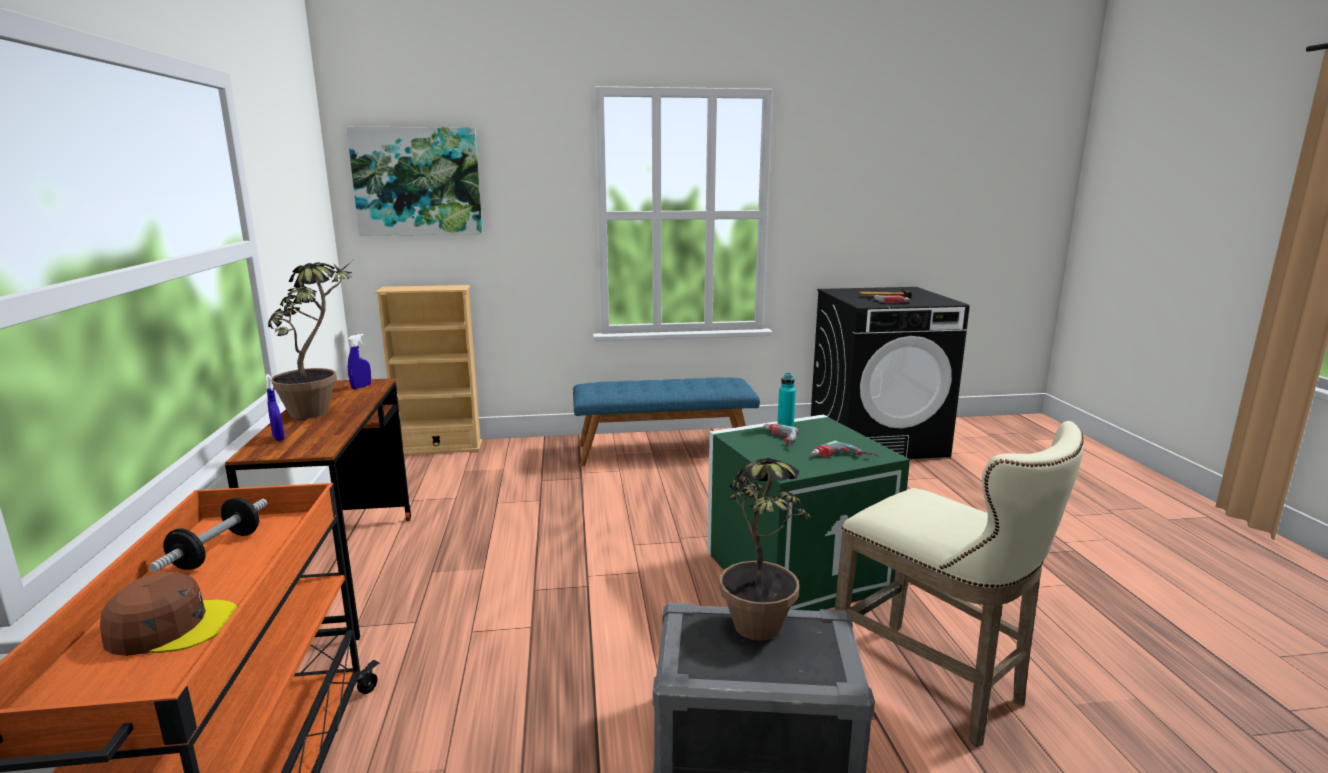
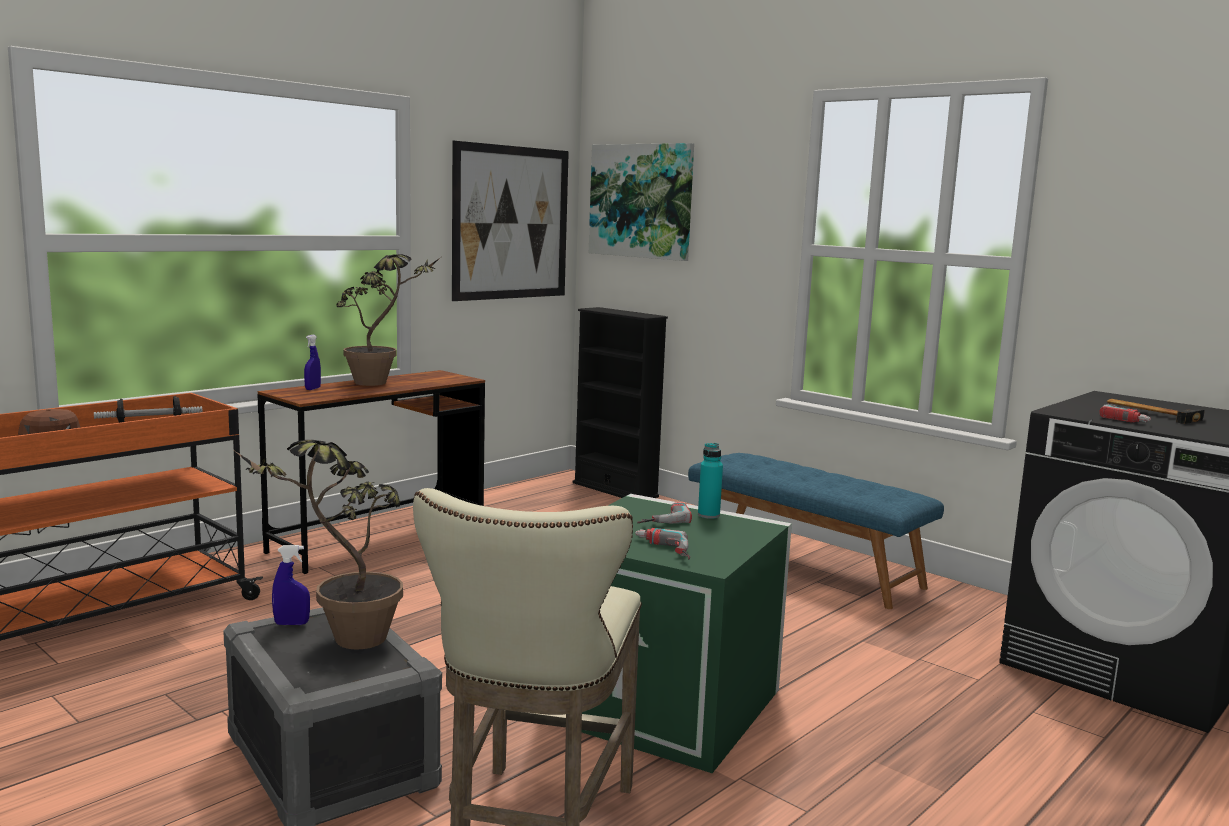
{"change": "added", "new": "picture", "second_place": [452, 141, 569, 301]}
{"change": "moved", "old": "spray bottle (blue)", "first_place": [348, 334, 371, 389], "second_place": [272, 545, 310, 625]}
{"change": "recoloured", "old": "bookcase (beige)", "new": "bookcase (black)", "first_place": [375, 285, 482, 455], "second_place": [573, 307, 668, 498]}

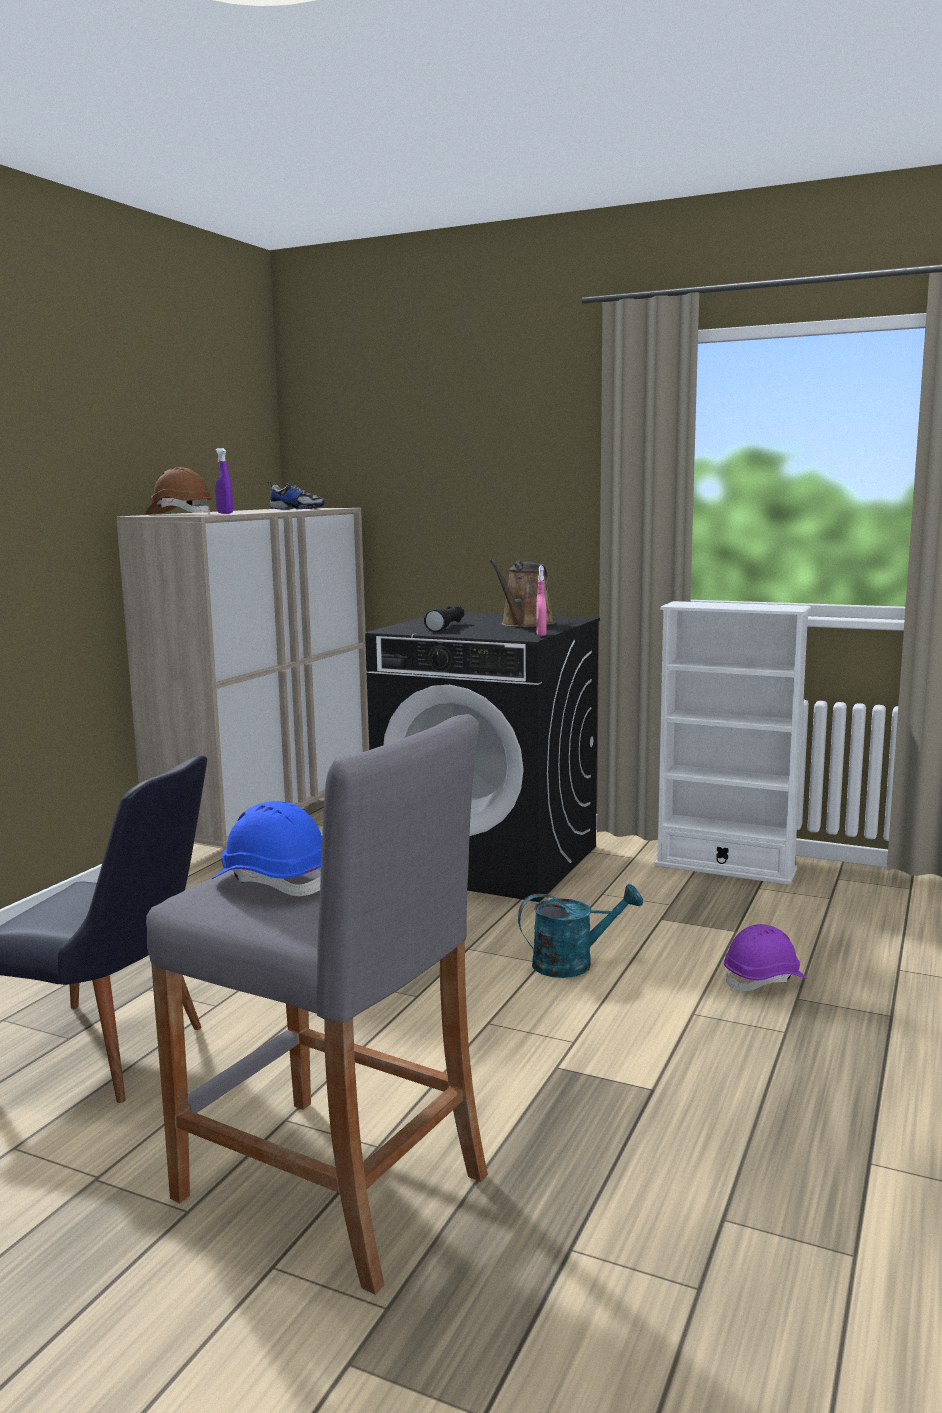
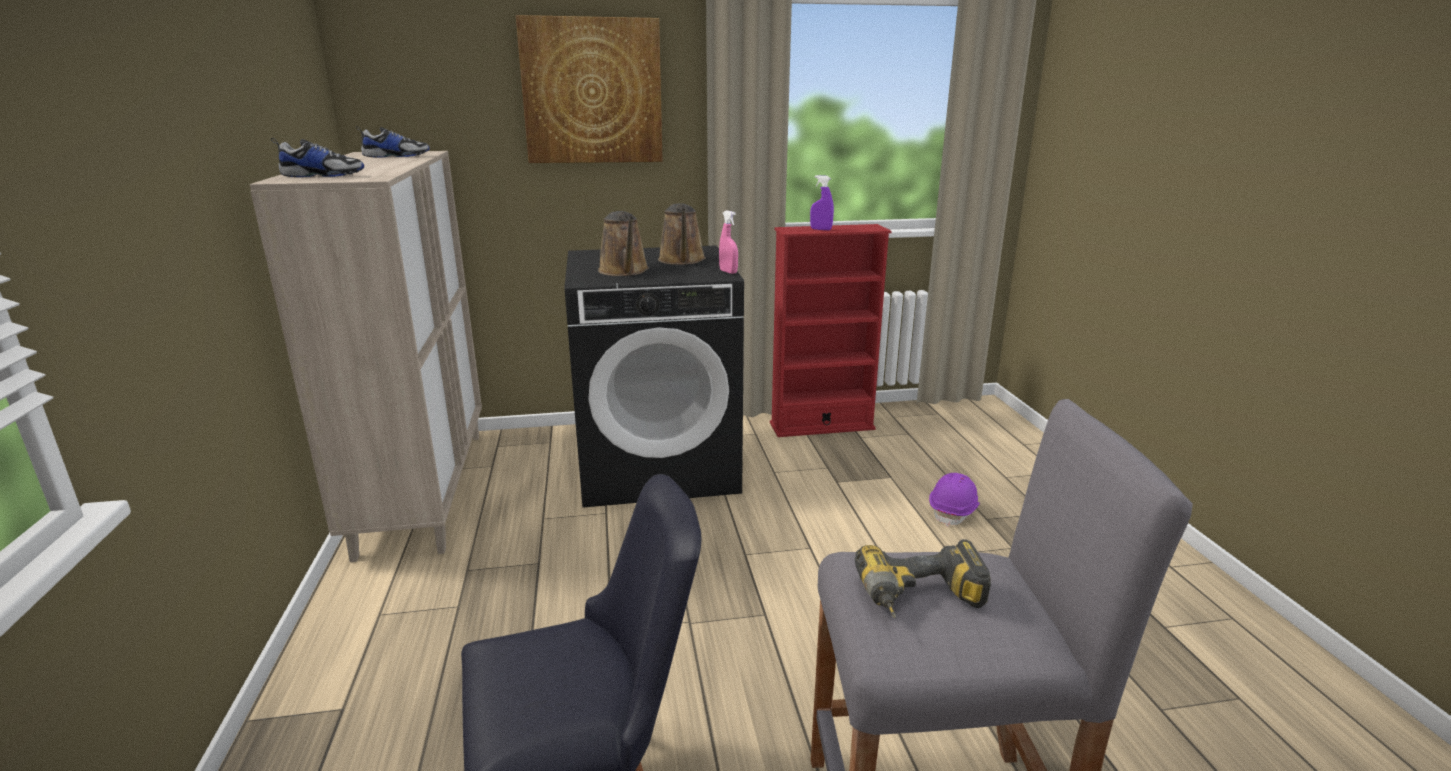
{"change": "removed", "old": "watering can (turquoise)", "first_place": [518, 884, 643, 978]}
{"change": "added", "new": "picture", "second_place": [516, 15, 663, 163]}
{"change": "moved", "old": "spray bottle (purple)", "first_place": [215, 448, 233, 514], "second_place": [810, 175, 834, 230]}
{"change": "replaced", "old": "hard hat (brown)", "new": "shoe", "first_place": [145, 467, 212, 514], "second_place": [271, 138, 364, 177]}
{"change": "replaced", "old": "hard hat (blue)", "new": "power drill", "first_place": [212, 801, 322, 896], "second_place": [855, 539, 991, 618]}
{"change": "replaced", "old": "flashlight (black)", "new": "watering can (brown)", "first_place": [424, 606, 464, 632], "second_place": [598, 211, 649, 276]}
{"change": "recoloured", "old": "bookcase (white)", "new": "bookcase (red)", "first_place": [654, 601, 811, 885], "second_place": [770, 224, 892, 437]}

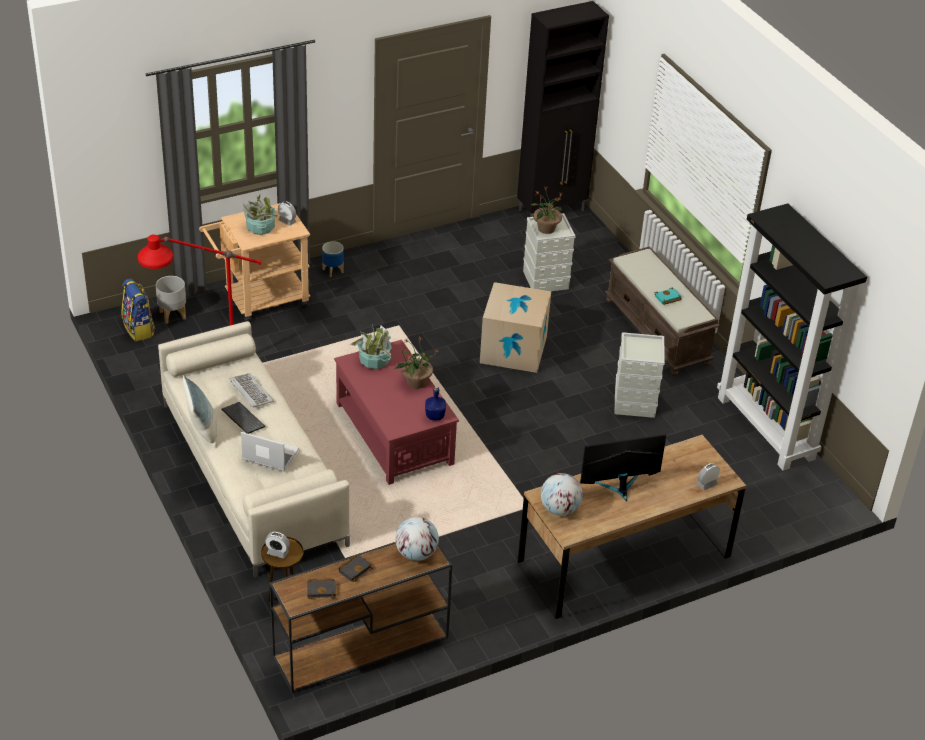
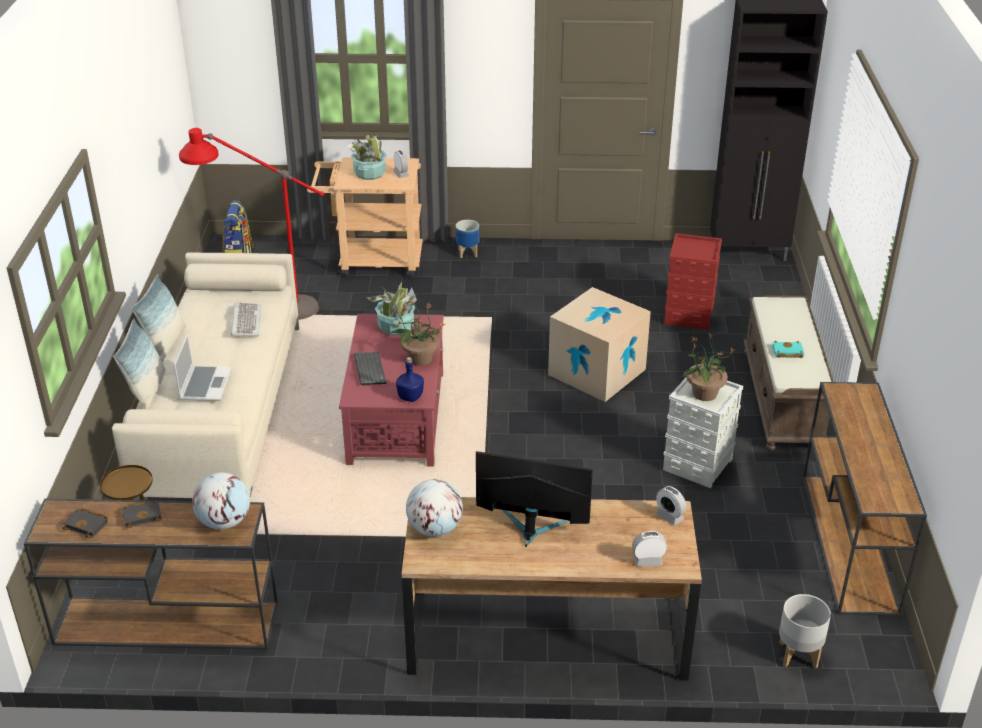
{"change": "added", "new": "pillow", "second_place": [113, 319, 165, 409]}
{"change": "moved", "old": "planter (grey)", "first_place": [156, 276, 186, 324], "second_place": [779, 594, 831, 668]}
{"change": "moved", "old": "keyboard", "first_place": [221, 402, 265, 434], "second_place": [354, 352, 386, 385]}
{"change": "moved", "old": "alarm clock", "first_place": [265, 532, 290, 559], "second_place": [655, 486, 686, 526]}
{"change": "moved", "old": "potted plant", "first_place": [531, 187, 563, 234], "second_place": [682, 334, 734, 401]}
{"change": "replaced", "old": "bookcase (black)", "new": "console table (brown)", "first_place": [717, 203, 867, 471], "second_place": [803, 382, 927, 616]}
{"change": "recoloured", "old": "storage box (grey)", "new": "storage box (red)", "first_place": [523, 213, 575, 291], "second_place": [664, 233, 722, 330]}
{"change": "turned", "old": "laptop", "first_place": [241, 432, 299, 471], "second_place": [174, 333, 232, 401], "degrees": 45}

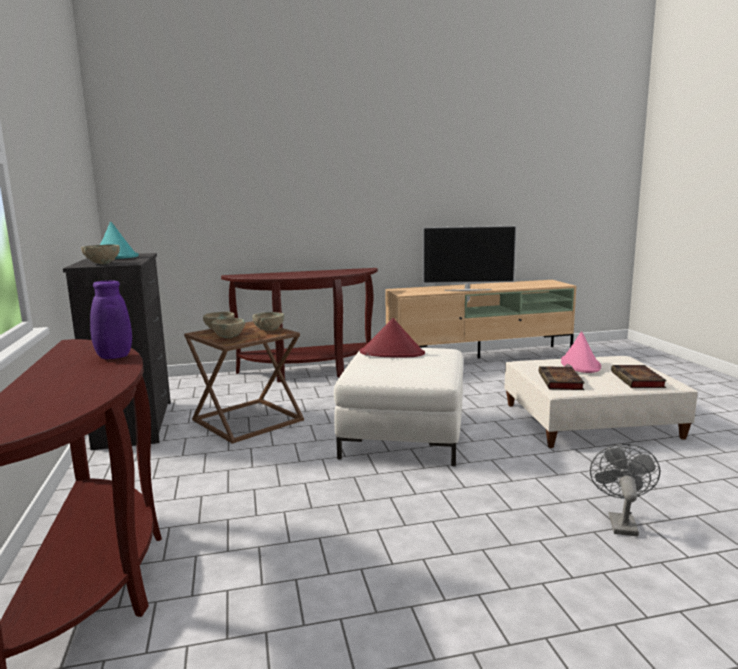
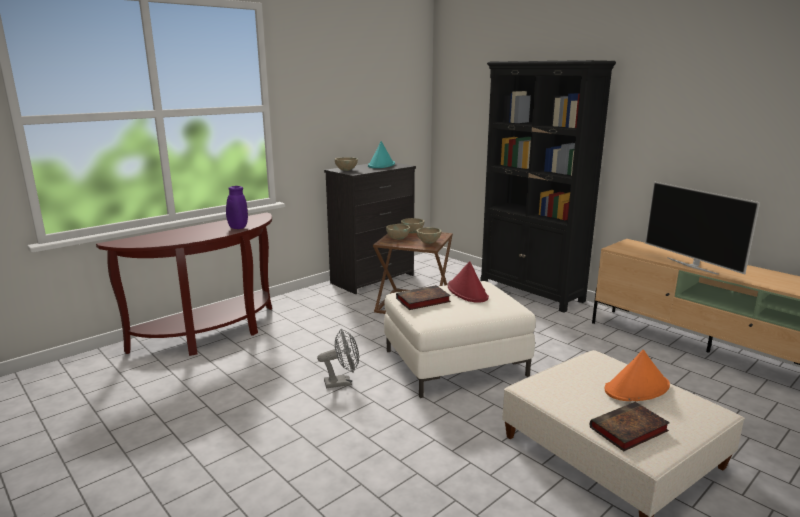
{"change": "moved", "old": "book", "first_place": [539, 366, 585, 390], "second_place": [396, 285, 451, 310]}
{"change": "moved", "old": "fan (grey)", "first_place": [590, 444, 660, 537], "second_place": [317, 329, 359, 388]}
{"change": "replaced", "old": "console table (brown)", "new": "bookcase (black)", "first_place": [221, 268, 378, 382], "second_place": [480, 60, 616, 313]}
{"change": "recoloured", "old": "hat (pink)", "new": "hat (orange)", "first_place": [561, 331, 601, 373], "second_place": [605, 350, 670, 401]}

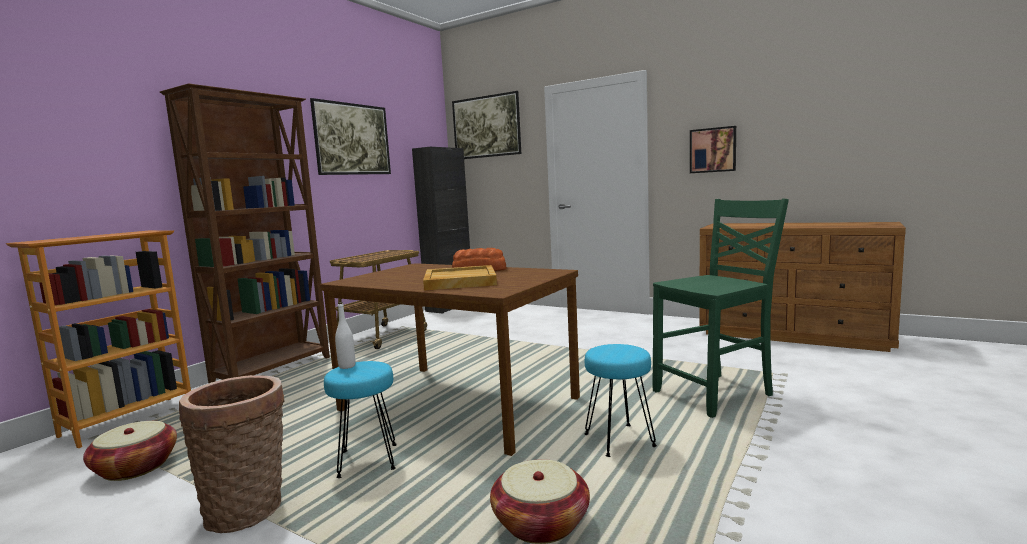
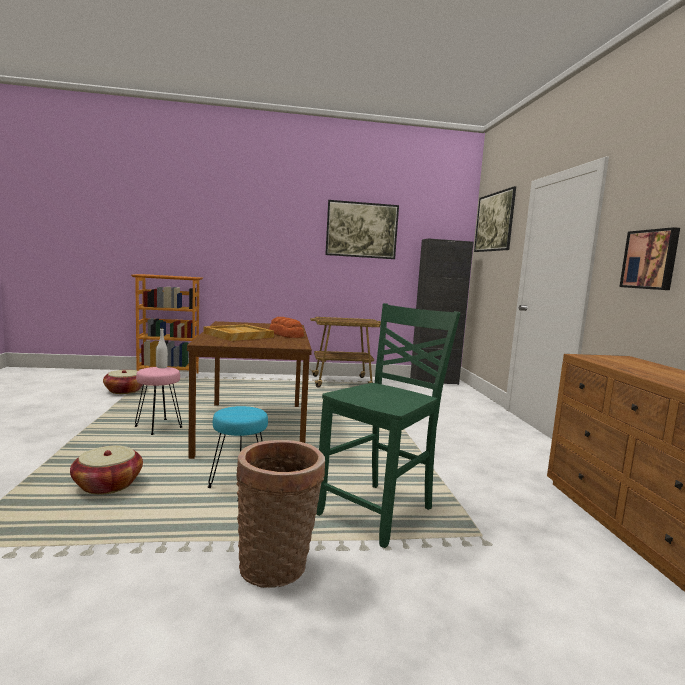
{"change": "removed", "old": "bookcase (brown)", "first_place": [160, 83, 330, 384]}
{"change": "moved", "old": "basket", "first_place": [179, 375, 285, 533], "second_place": [236, 440, 325, 588]}
{"change": "recoloured", "old": "stool (turquoise)", "new": "stool (pink)", "first_place": [324, 361, 397, 478], "second_place": [135, 367, 182, 435]}
{"change": "turned", "old": "chair (green)", "first_place": [653, 198, 789, 418], "second_place": [316, 303, 460, 548], "degrees": -75}

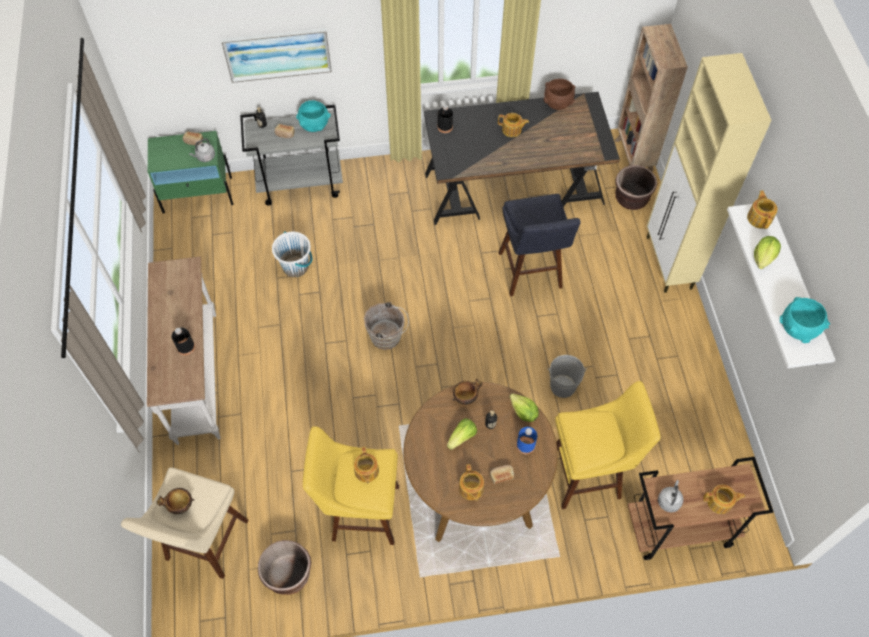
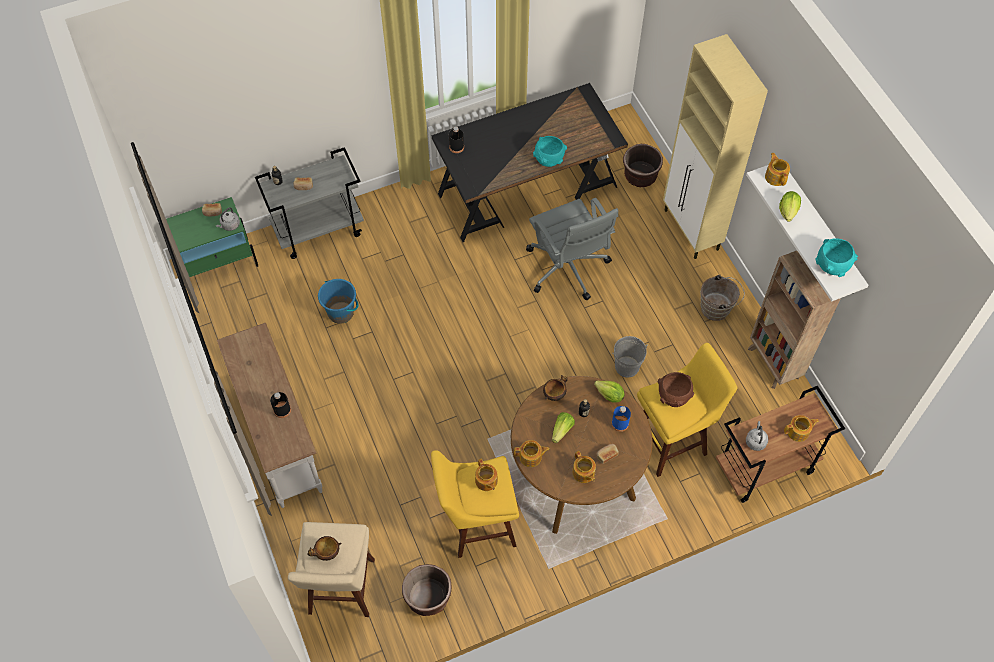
{"change": "removed", "old": "picture", "first_place": [221, 28, 332, 83]}
{"change": "moved", "old": "bowl (turquoise)", "first_place": [296, 100, 331, 132], "second_place": [533, 136, 567, 167]}
{"change": "moved", "old": "bucket (brown)", "first_place": [364, 302, 409, 350], "second_place": [700, 275, 745, 321]}
{"change": "moved", "old": "teapot", "first_place": [498, 113, 529, 137], "second_place": [514, 440, 550, 467]}
{"change": "moved", "old": "bowl (brown)", "first_place": [544, 79, 575, 110], "second_place": [658, 372, 694, 407]}
{"change": "moved", "old": "bookcase (brown)", "first_place": [615, 24, 688, 172], "second_place": [748, 251, 841, 389]}
{"change": "replaced", "old": "stool (blue)", "new": "office chair (grey)", "first_place": [498, 194, 581, 296], "second_place": [526, 198, 618, 300]}
{"change": "recoloured", "old": "bucket (white)", "new": "bucket (blue)", "first_place": [272, 231, 312, 277], "second_place": [318, 279, 358, 324]}

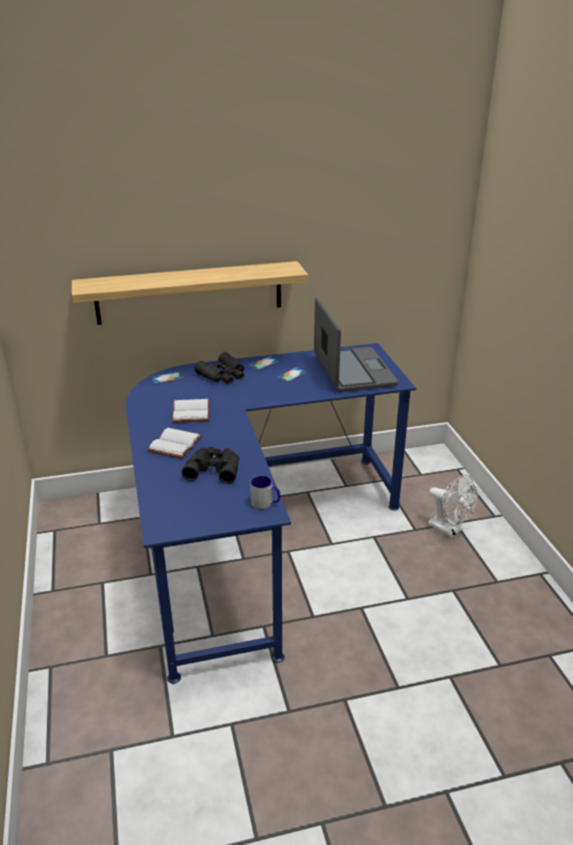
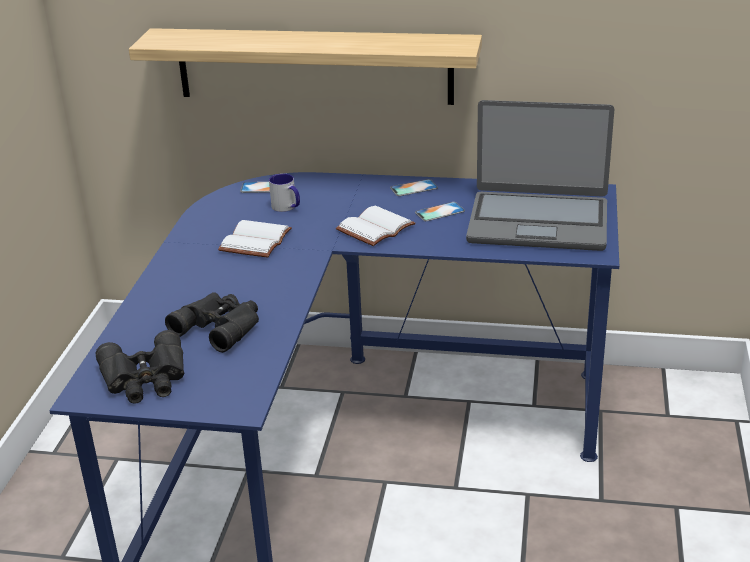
{"change": "removed", "old": "fan (white)", "first_place": [428, 475, 478, 538]}
{"change": "moved", "old": "book (white)", "first_place": [147, 428, 203, 459], "second_place": [336, 205, 415, 246]}
{"change": "moved", "old": "binoculars (black)", "first_place": [194, 352, 245, 384], "second_place": [96, 330, 184, 404]}
{"change": "moved", "old": "mug", "first_place": [250, 476, 280, 509], "second_place": [269, 174, 300, 212]}
{"change": "turned", "old": "laptop", "first_place": [314, 297, 399, 392], "second_place": [466, 100, 614, 251], "degrees": 90}

